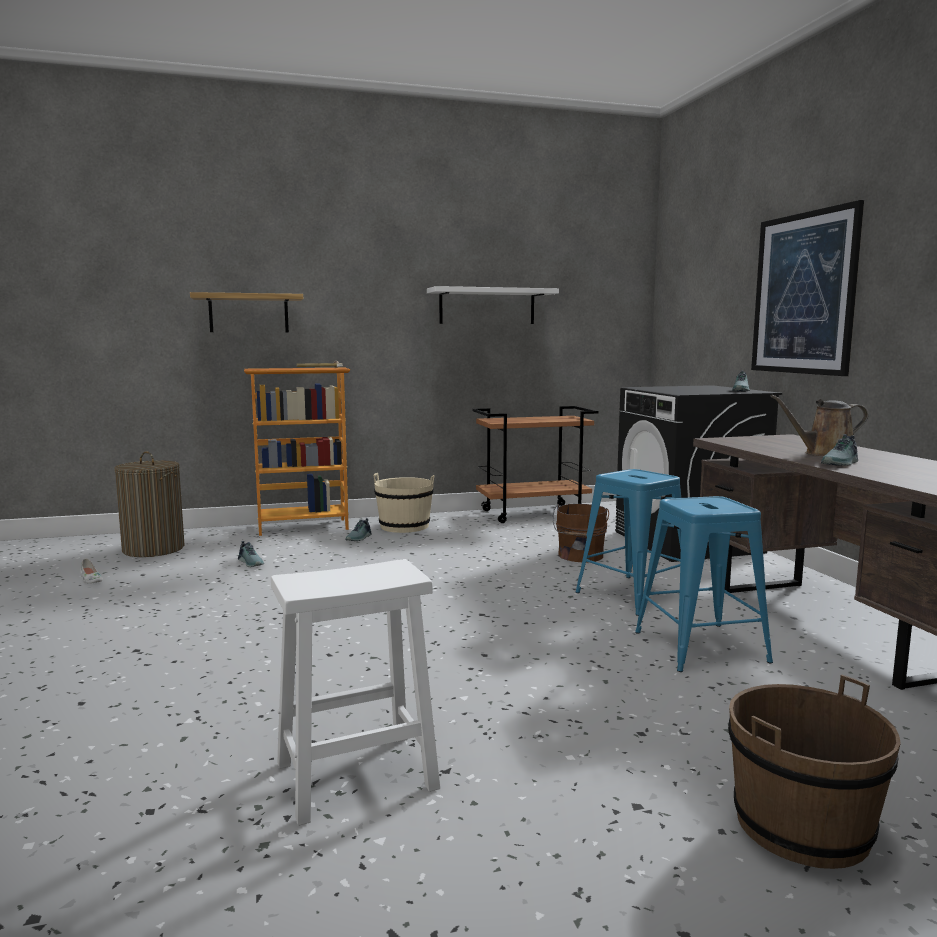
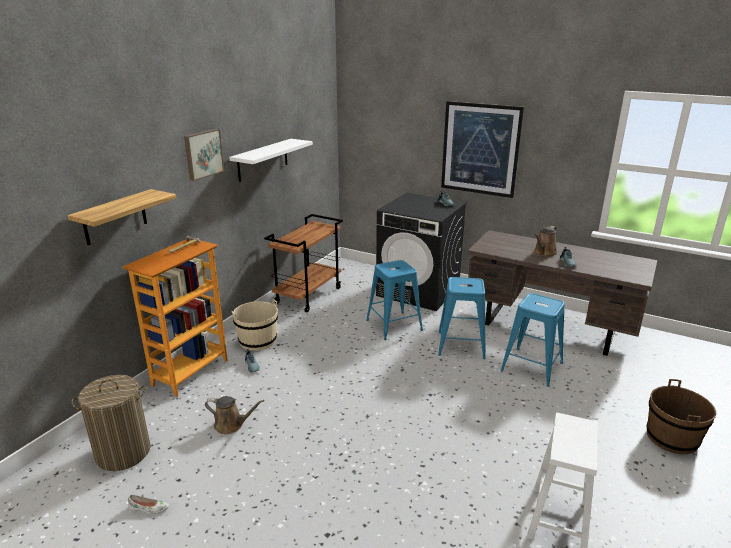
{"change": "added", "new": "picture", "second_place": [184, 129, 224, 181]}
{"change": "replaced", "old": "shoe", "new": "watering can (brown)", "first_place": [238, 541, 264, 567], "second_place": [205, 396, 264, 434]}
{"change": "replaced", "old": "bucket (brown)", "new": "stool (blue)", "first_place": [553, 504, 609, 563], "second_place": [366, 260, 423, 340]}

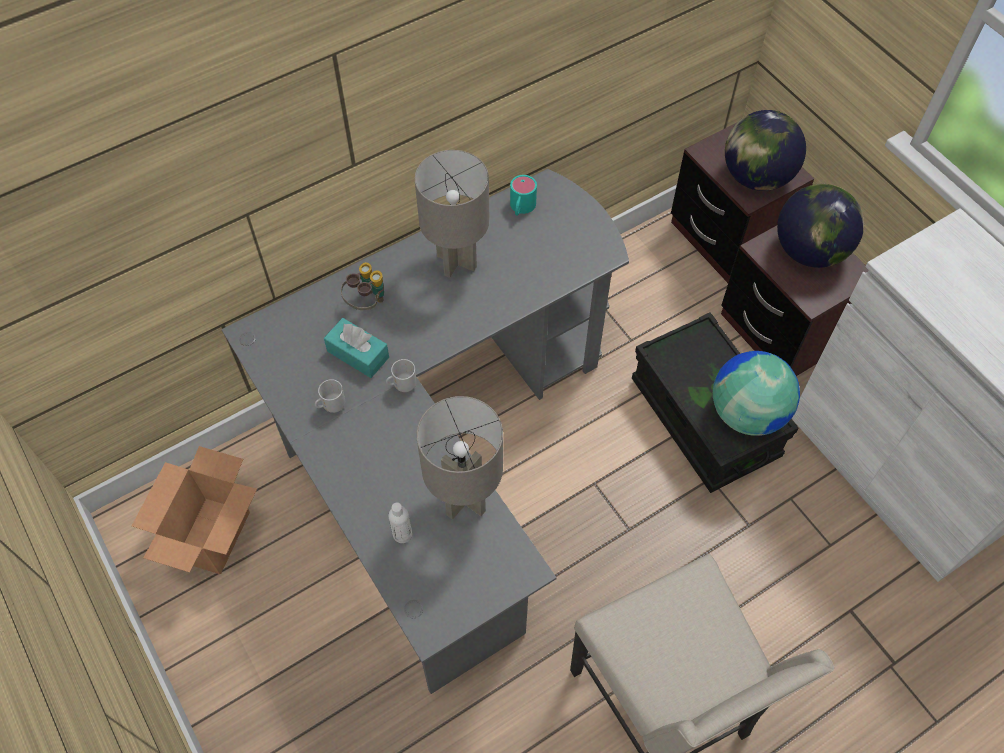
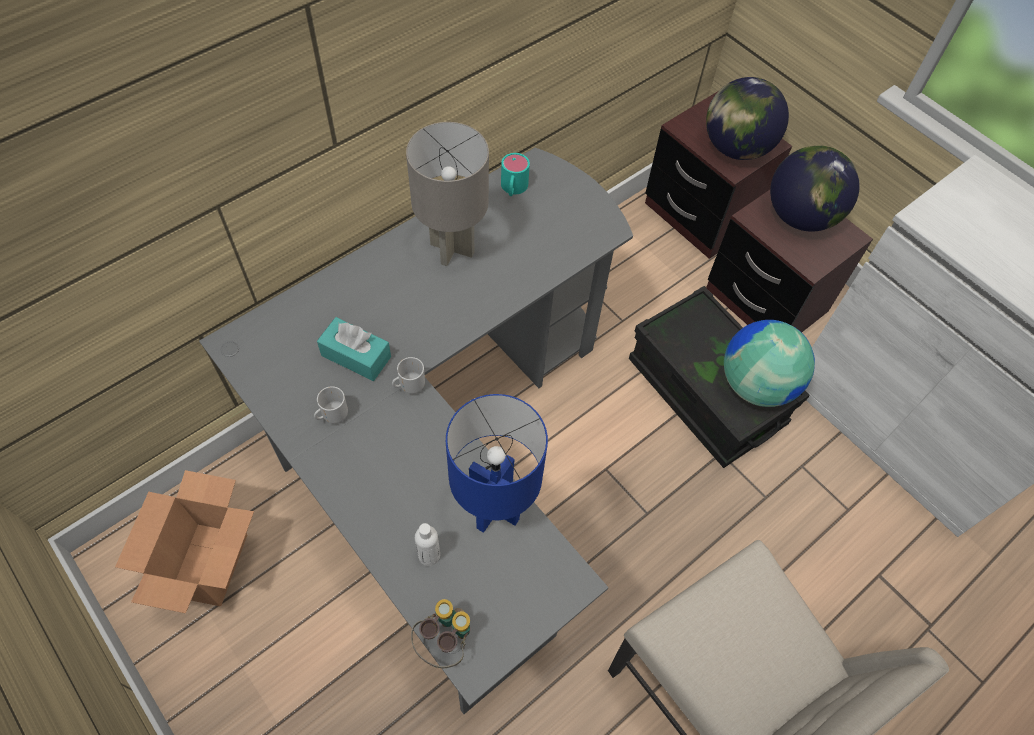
{"change": "moved", "old": "binoculars", "first_place": [341, 262, 384, 310], "second_place": [411, 599, 470, 668]}
{"change": "recoloured", "old": "table lamp (grey)", "new": "table lamp (blue)", "first_place": [417, 396, 503, 520], "second_place": [446, 394, 548, 533]}

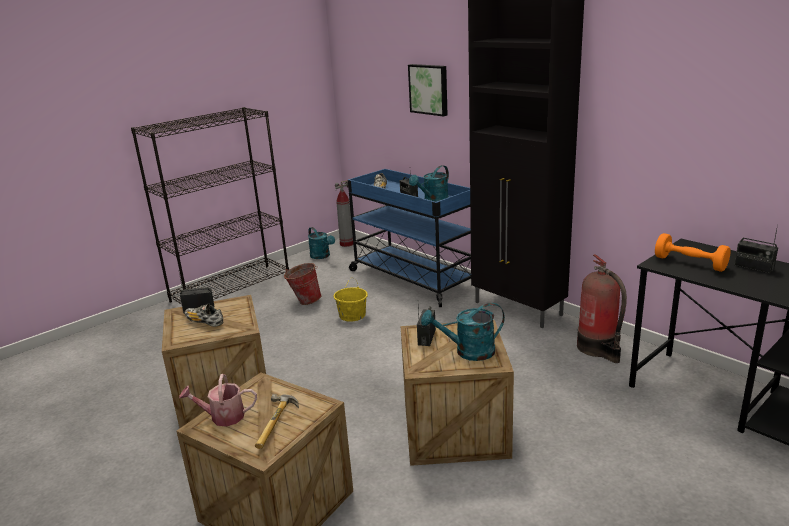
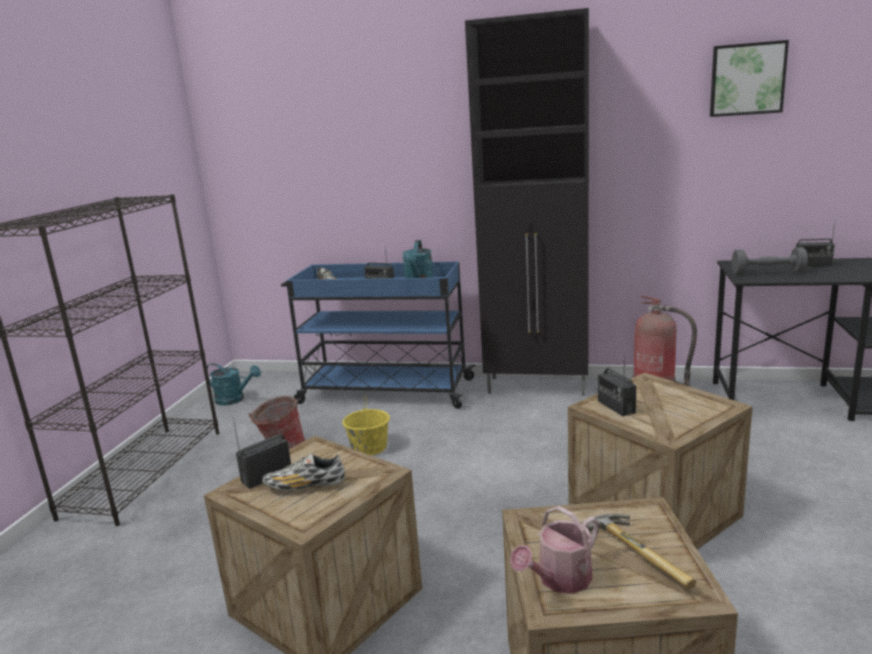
{"change": "removed", "old": "fire extinguisher", "first_place": [335, 180, 353, 247]}
{"change": "removed", "old": "watering can (turquoise)", "first_place": [421, 303, 505, 361]}
{"change": "moved", "old": "picture", "first_place": [408, 64, 447, 117], "second_place": [710, 40, 789, 117]}
{"change": "recoloured", "old": "dumbbell (orange)", "new": "dumbbell (grey)", "first_place": [655, 233, 731, 272], "second_place": [732, 247, 808, 274]}

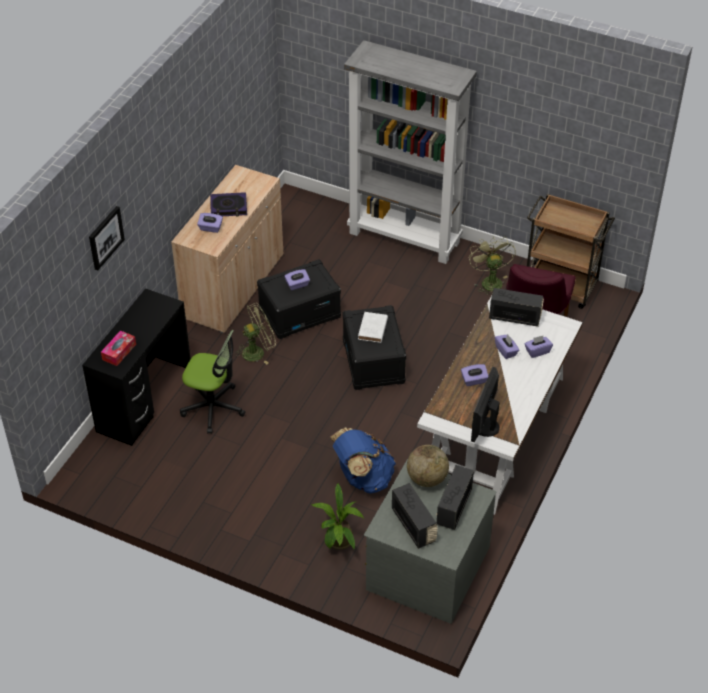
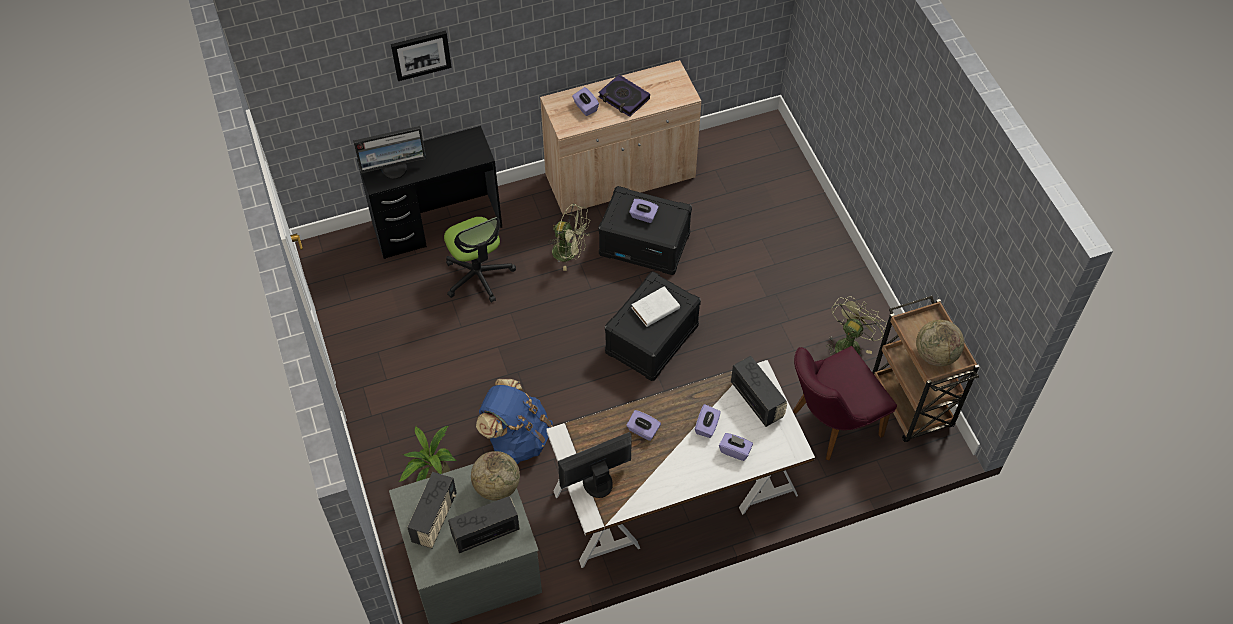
{"change": "removed", "old": "bookcase (grey)", "first_place": [344, 40, 477, 264]}
{"change": "added", "new": "globe", "second_place": [916, 320, 964, 366]}
{"change": "replaced", "old": "tissue box", "new": "monitor", "first_place": [101, 330, 136, 366], "second_place": [353, 126, 426, 179]}

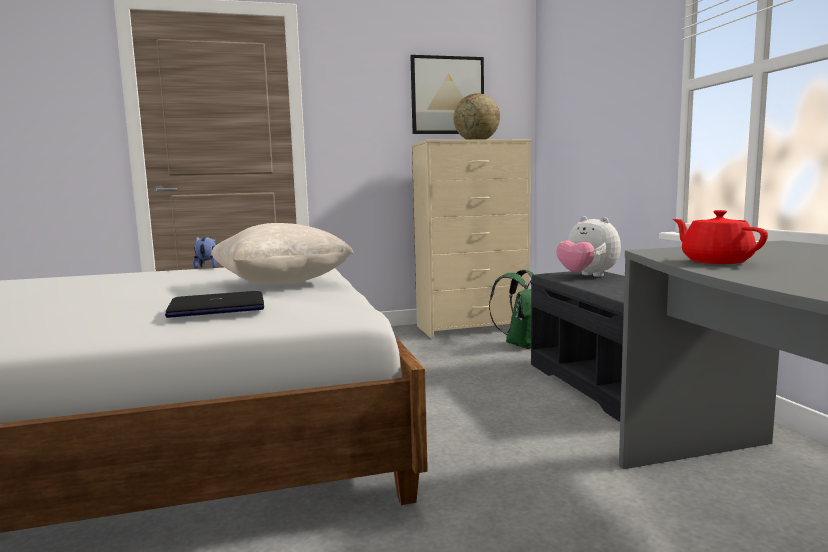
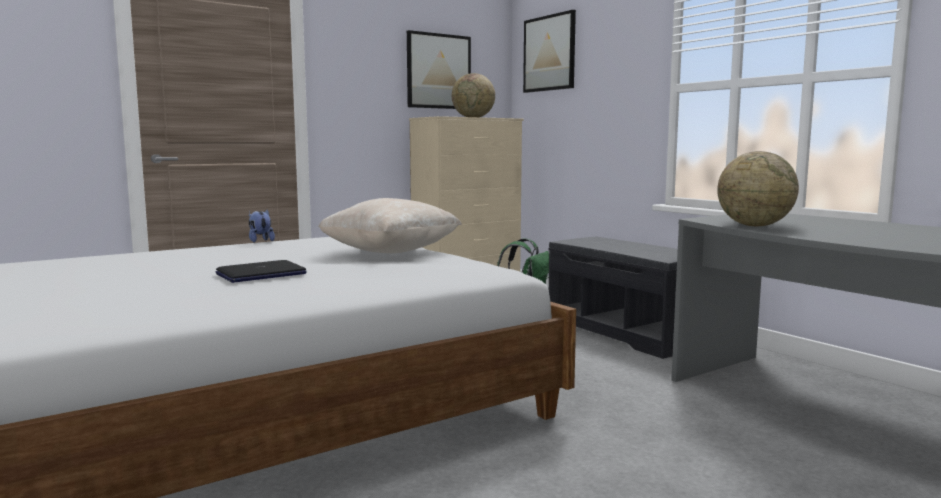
{"change": "removed", "old": "plush toy", "first_place": [556, 216, 621, 277]}
{"change": "added", "new": "picture", "second_place": [523, 10, 576, 93]}
{"change": "moved", "old": "laptop", "first_place": [165, 291, 264, 318], "second_place": [215, 260, 307, 283]}
{"change": "replaced", "old": "teapot (red)", "new": "globe", "first_place": [673, 210, 768, 264], "second_place": [717, 151, 799, 226]}

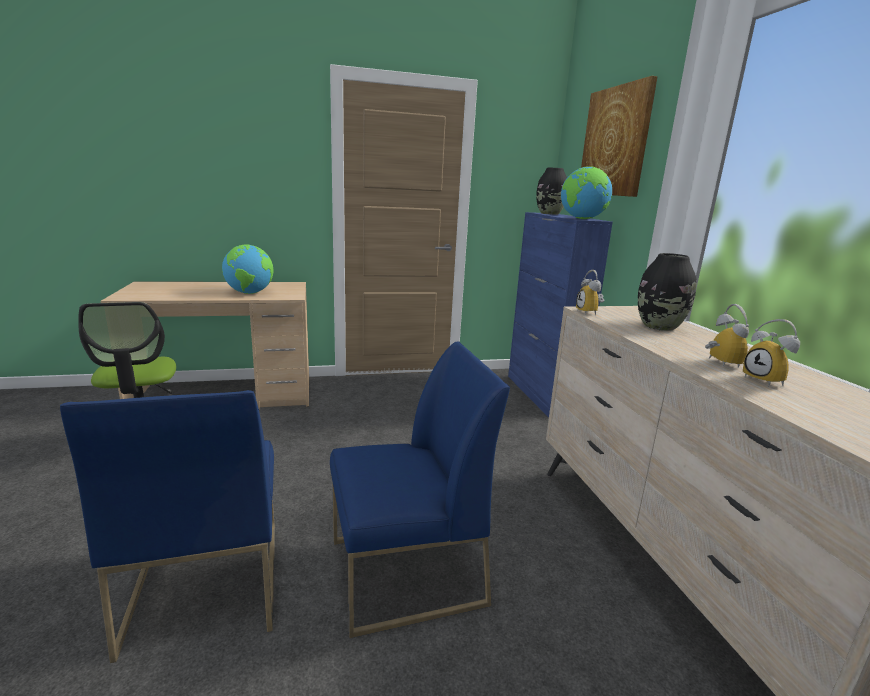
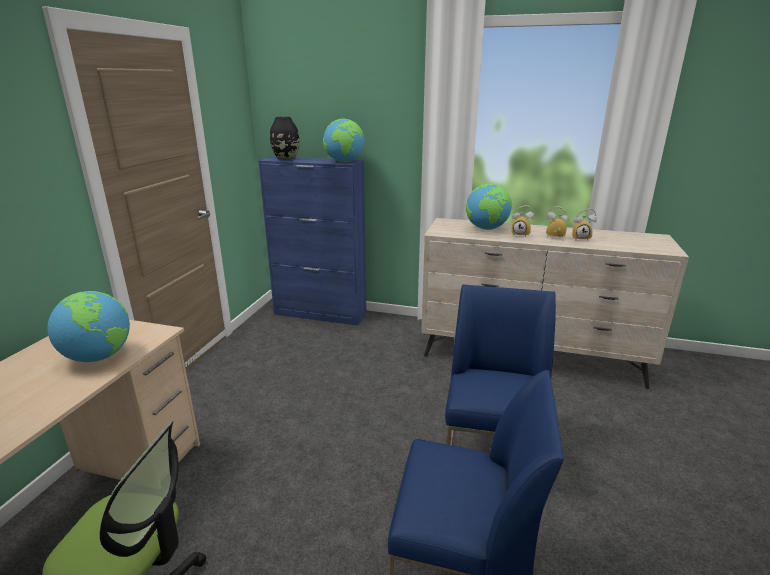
{"change": "removed", "old": "picture", "first_place": [581, 76, 658, 197]}
{"change": "moved", "old": "alarm clock", "first_place": [576, 270, 604, 315], "second_place": [512, 205, 534, 237]}
{"change": "replaced", "old": "vase (black)", "new": "globe", "first_place": [638, 253, 697, 331], "second_place": [466, 184, 512, 230]}

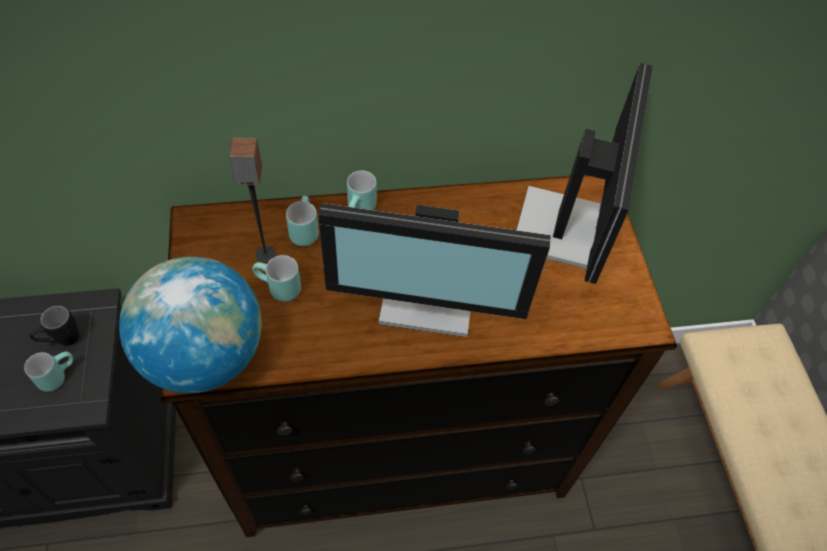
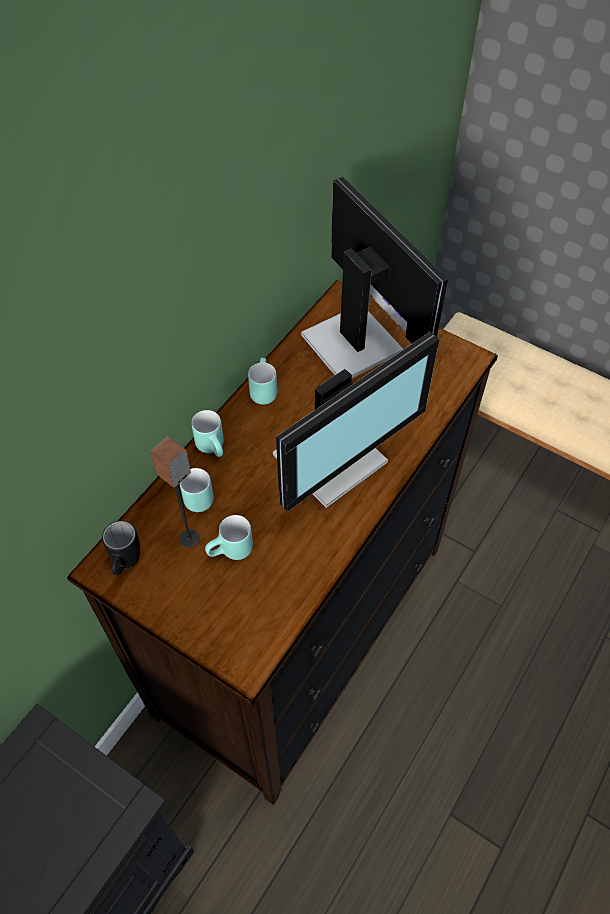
{"change": "removed", "old": "globe", "first_place": [119, 256, 262, 393]}
{"change": "moved", "old": "mug (turquoise)", "first_place": [24, 352, 73, 392], "second_place": [248, 358, 277, 405]}
{"change": "moved", "old": "mug (black)", "first_place": [29, 305, 79, 346], "second_place": [102, 521, 140, 575]}

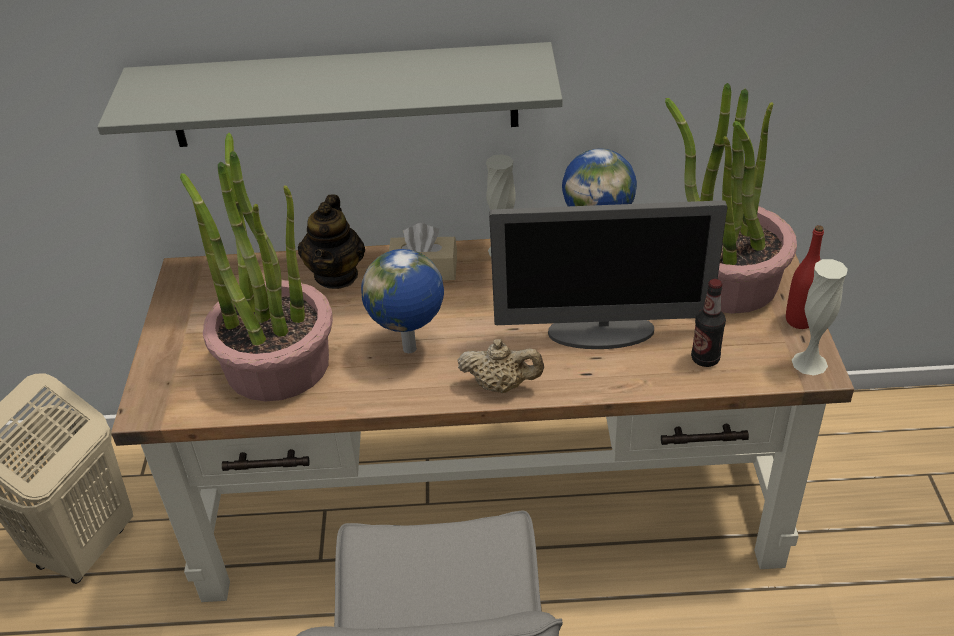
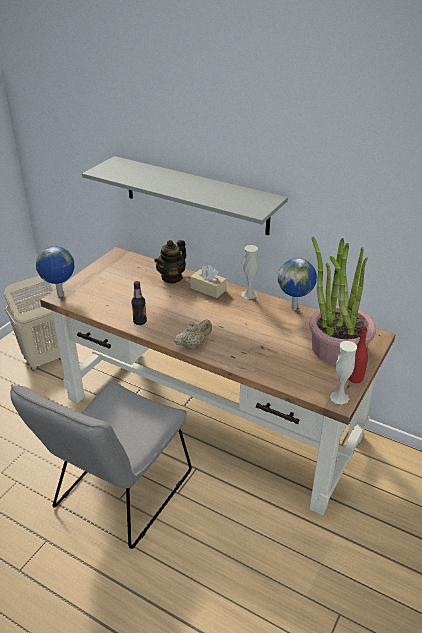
{"change": "removed", "old": "potted plant", "first_place": [180, 133, 333, 402]}
{"change": "removed", "old": "monitor", "first_place": [489, 200, 727, 349]}
{"change": "moved", "old": "globe", "first_place": [361, 249, 444, 353], "second_place": [36, 246, 74, 297]}
{"change": "moved", "old": "bottle", "first_place": [691, 279, 726, 367], "second_place": [131, 281, 147, 325]}
{"change": "turned", "old": "teapot (beige)", "first_place": [458, 339, 544, 393], "second_place": [174, 319, 212, 350], "degrees": -75}

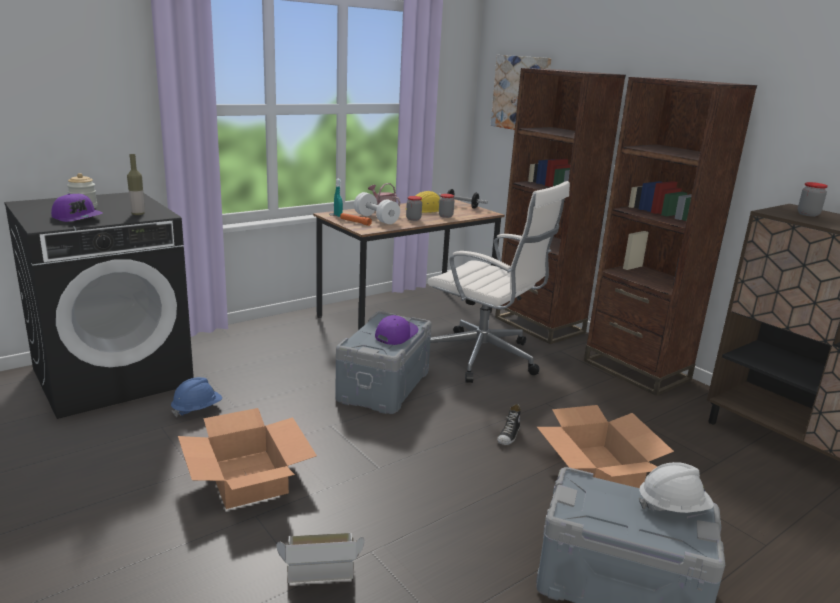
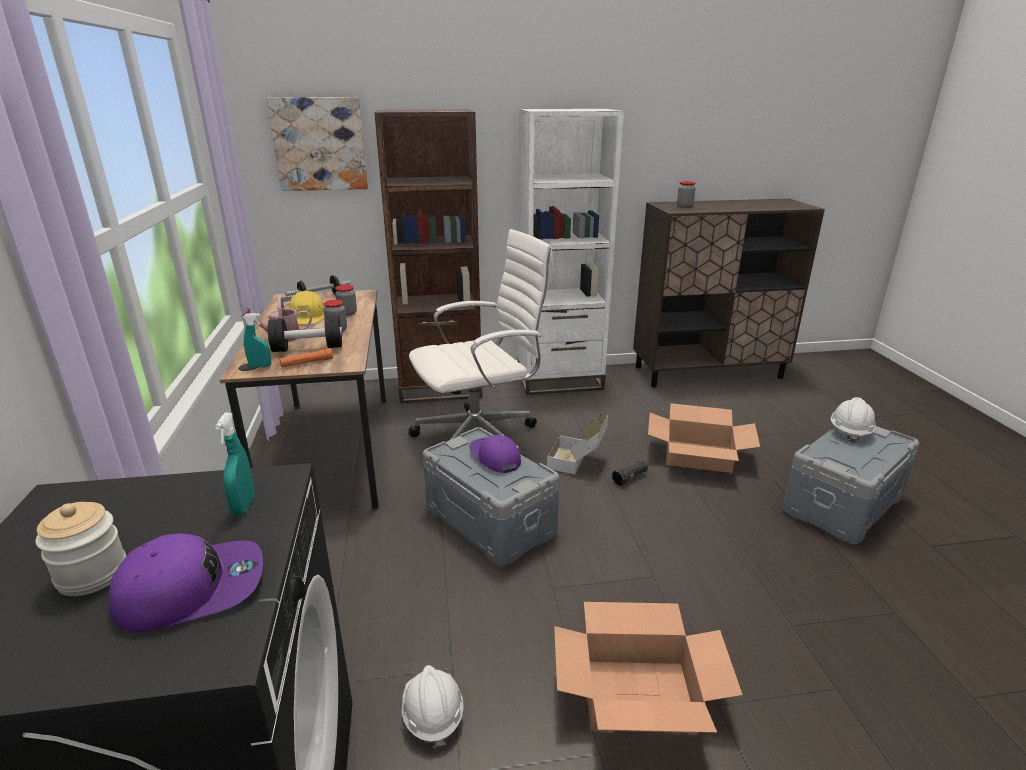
{"change": "moved", "old": "cardboard box", "first_place": [276, 532, 365, 583], "second_place": [547, 414, 608, 474]}
{"change": "replaced", "old": "bottle", "new": "spray bottle (turquoise)", "first_place": [127, 154, 145, 215], "second_place": [215, 412, 255, 515]}
{"change": "replaced", "old": "shoe", "new": "flashlight (black)", "first_place": [497, 404, 521, 445], "second_place": [612, 461, 648, 486]}
{"change": "recoloured", "old": "hard hat (blue)", "new": "hard hat (white)", "first_place": [171, 377, 222, 417], "second_place": [402, 665, 464, 749]}
{"change": "recoloured", "old": "dumbbell (white)", "new": "dumbbell (black)", "first_place": [354, 192, 400, 224], "second_place": [268, 315, 343, 352]}
{"change": "recoloured", "old": "bookcase (brown)", "new": "bookcase (white)", "first_place": [584, 77, 757, 396], "second_place": [518, 109, 624, 395]}

